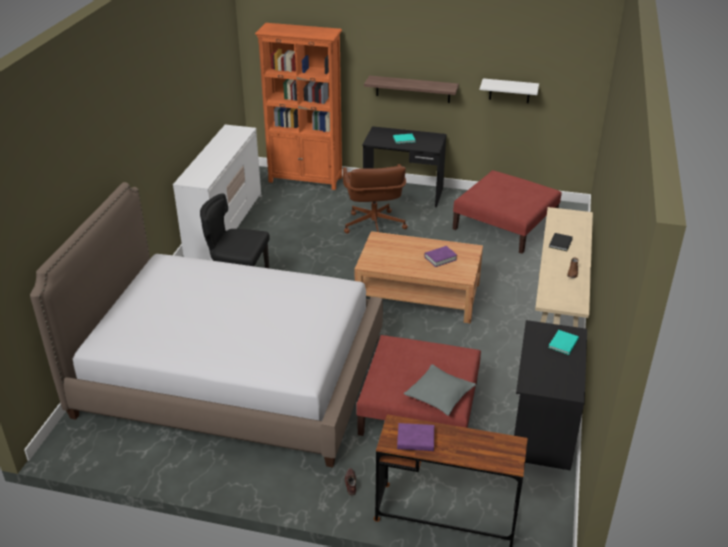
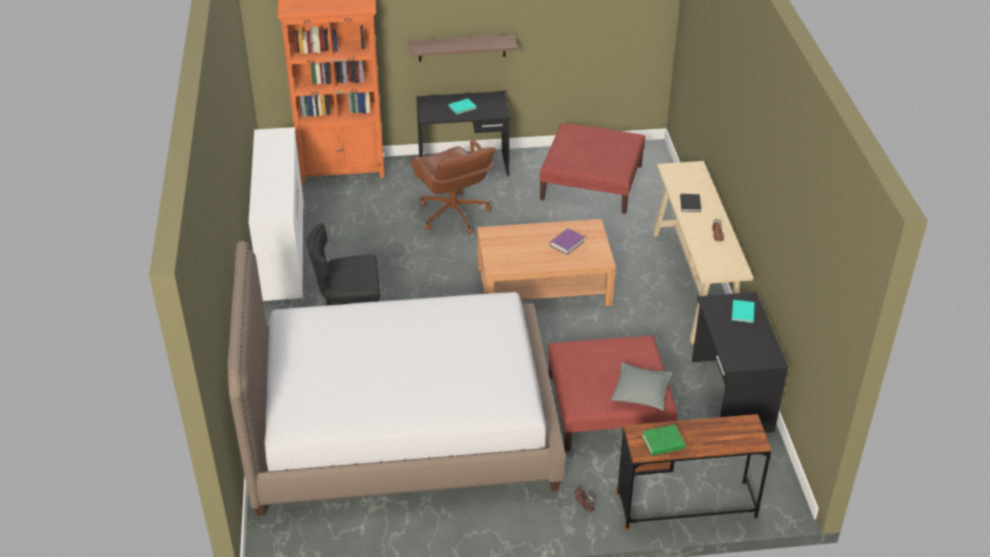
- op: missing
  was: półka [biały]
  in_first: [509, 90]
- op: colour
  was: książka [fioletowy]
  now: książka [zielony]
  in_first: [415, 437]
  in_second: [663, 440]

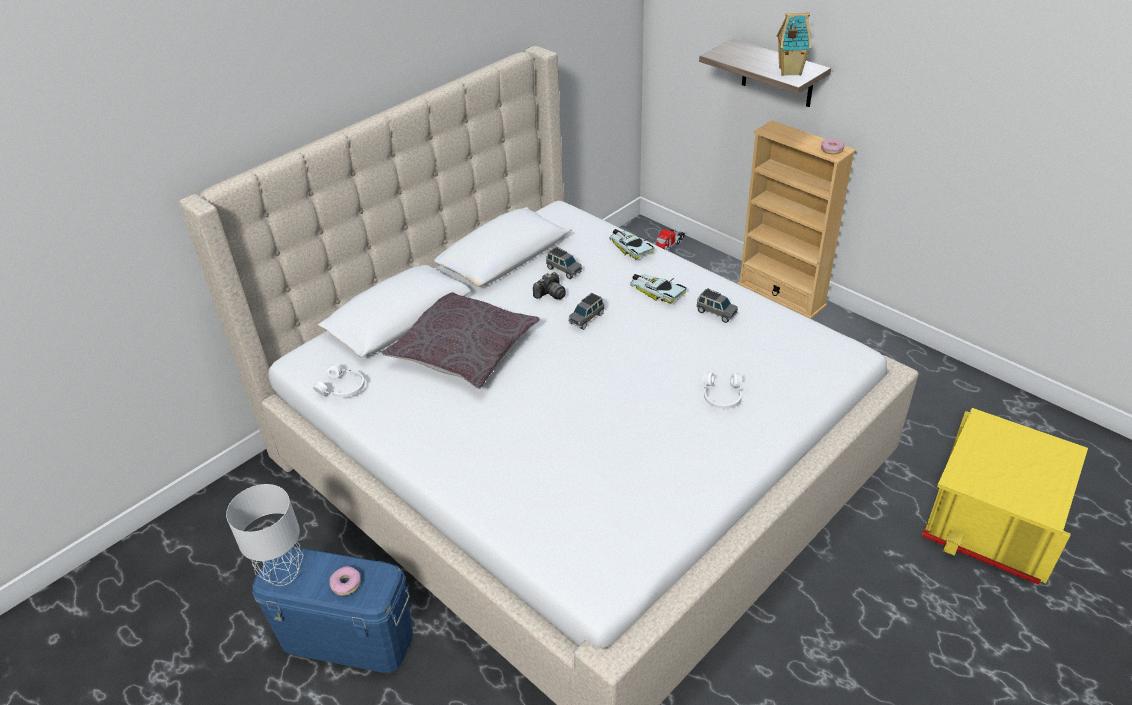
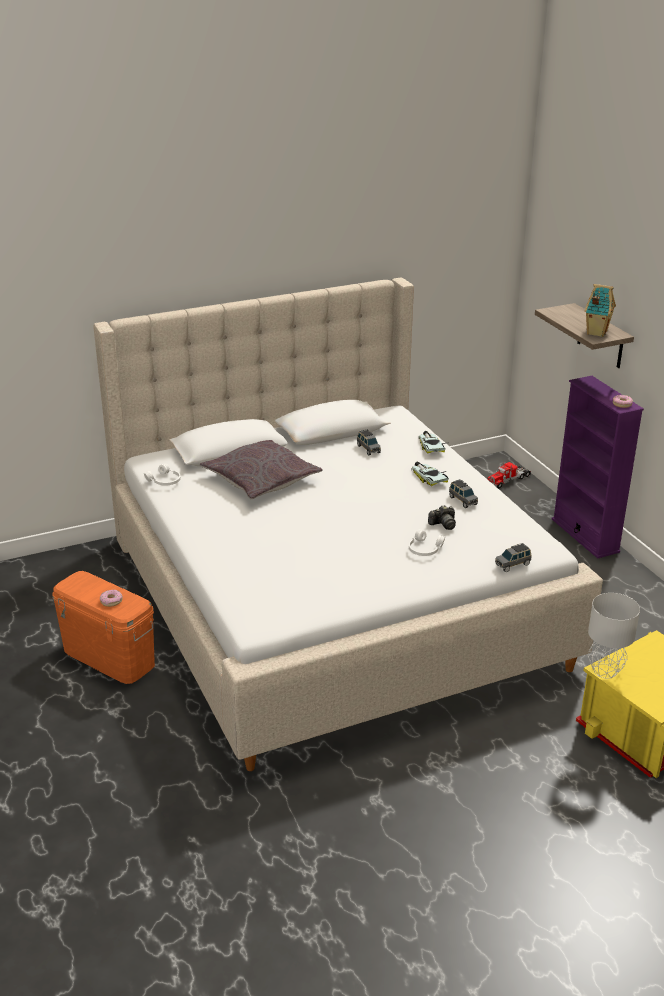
- op: relocated
  was: lampa stołowa [szary]
  in_first: [264, 535]
  in_second: [613, 636]
- op: relocated
  was: aparat fotograficzny
  in_first: [549, 286]
  in_second: [442, 517]
- op: relocated
  was: samochodzik [szary]
  in_first: [587, 311]
  in_second: [513, 557]
- op: colour
  was: pojemnik do przechowywania [niebieski]
  now: pojemnik do przechowywania [pomarańczowy]
  in_first: [332, 610]
  in_second: [103, 627]
- op: colour
  was: regał [beżowy]
  now: regał [fioletowy]
  in_first: [796, 219]
  in_second: [598, 467]

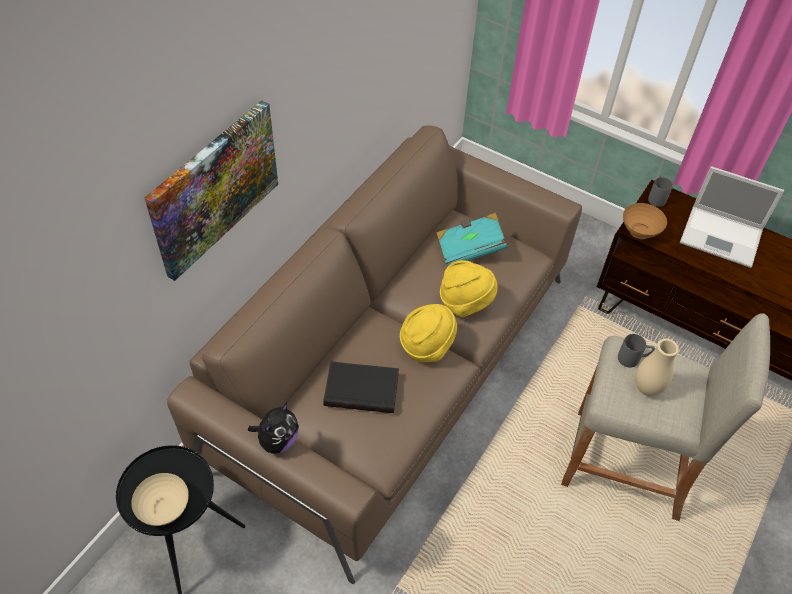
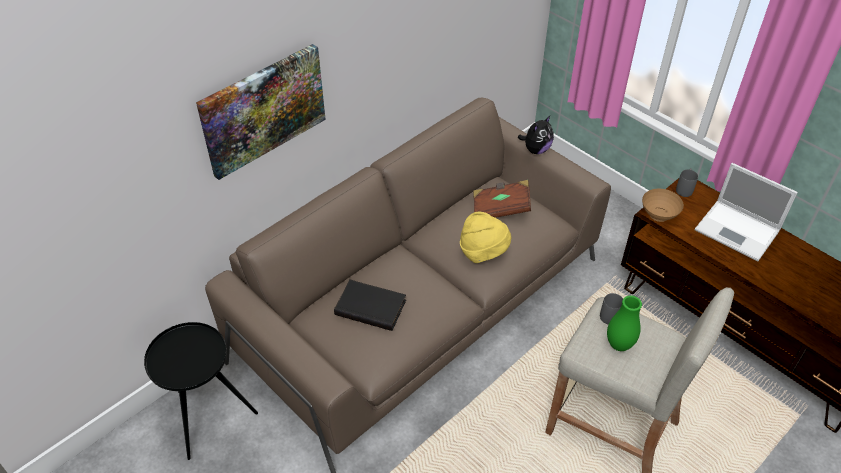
- op: missing
  was: miska [beżowy]
  in_first: [160, 499]
- op: missing
  was: kapelusz [żółty]
  in_first: [428, 333]
- op: relocated
  was: pluszak
  in_first: [273, 428]
  in_second: [536, 135]
- op: colour
  was: książka [turkusowy]
  now: książka [brązowy]
  in_first: [472, 240]
  in_second: [502, 199]
- op: colour
  was: wazon [beżowy]
  now: wazon [zielony]
  in_first: [657, 367]
  in_second: [624, 323]

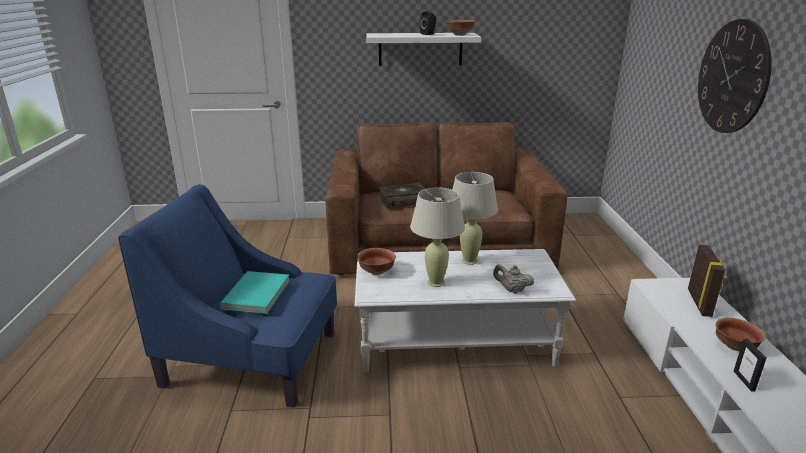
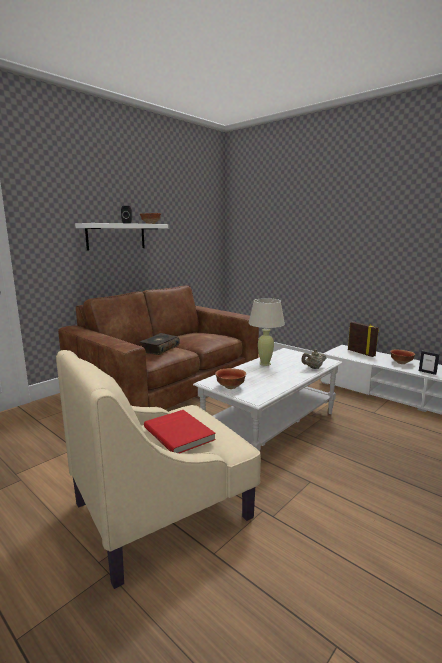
- op: missing
  was: lampa stołowa [beżowy]
  in_first: [437, 237]
- op: missing
  was: zegar ścienny
  in_first: [735, 76]
- op: colour
  was: fotel [niebieski]
  now: fotel [beżowy]
  in_first: [227, 296]
  in_second: [158, 469]
- op: colour
  was: książka [turkusowy]
  now: książka [czerwony]
  in_first: [255, 292]
  in_second: [180, 431]

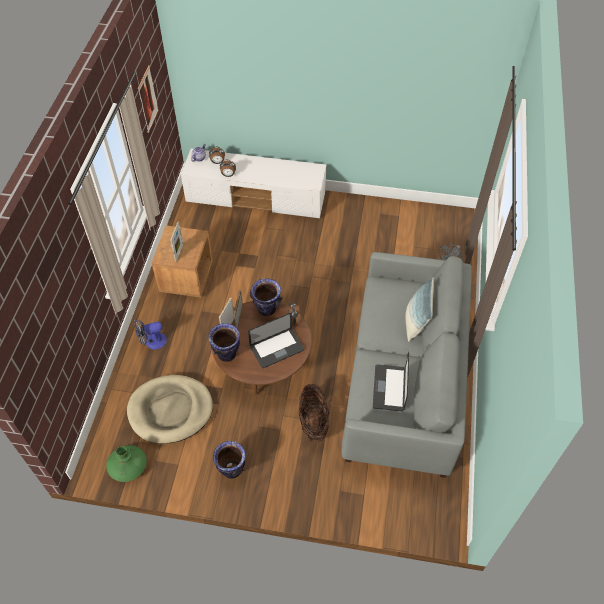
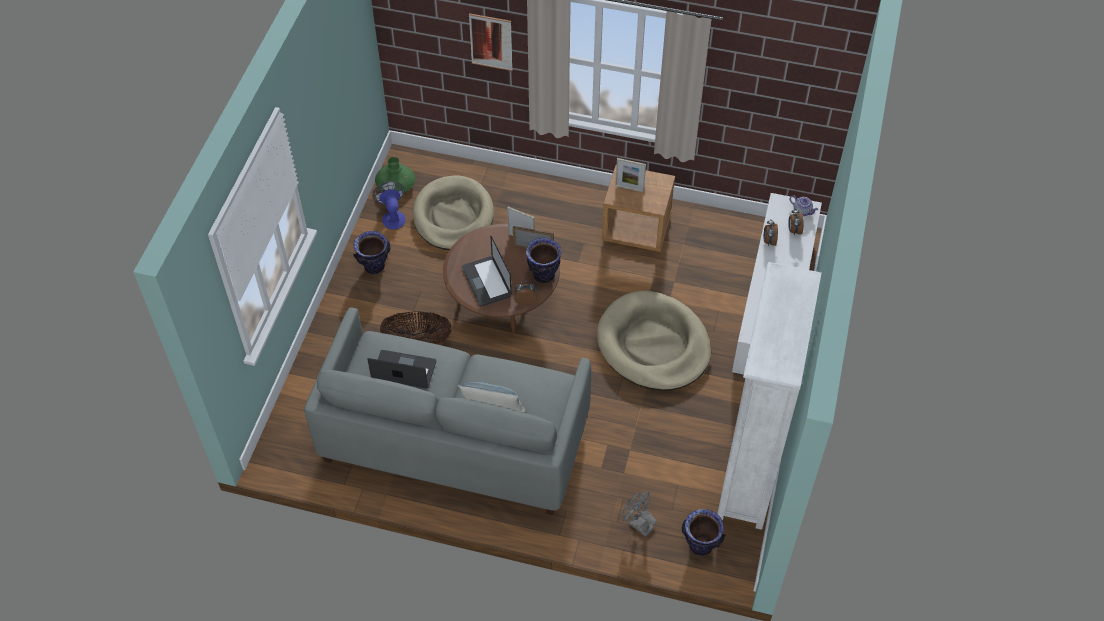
- op: appeared
  now: legowisko [beżowy]
  in_second: [654, 341]
- op: appeared
  now: regał [biały]
  in_second: [769, 396]
- op: relocated
  was: wentylator
  in_first: [150, 334]
  in_second: [389, 205]
- op: relocated
  was: obraz
  in_first: [148, 99]
  in_second: [491, 42]
- op: relocated
  was: wazon
  in_first: [224, 342]
  in_second: [704, 532]

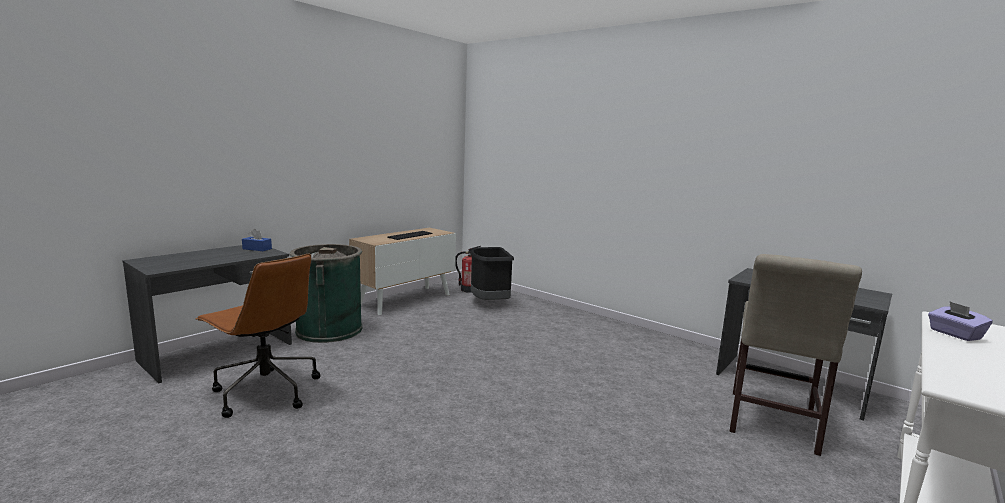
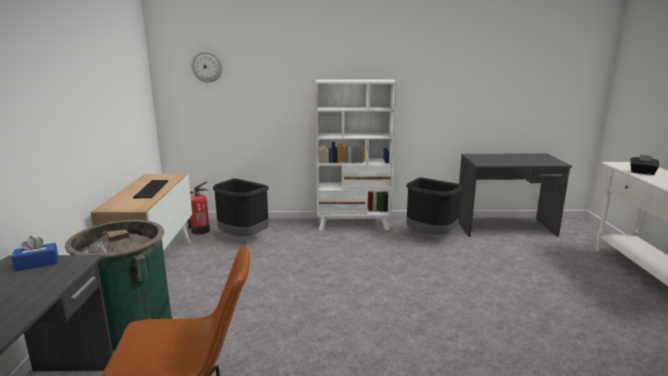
- op: missing
  was: krzesło [beżowy]
  in_first: [796, 355]
- op: appeared
  now: zegar ścienny
  in_second: [206, 67]
- op: appeared
  now: regał [biały]
  in_second: [356, 155]
- op: appeared
  now: kosz na śmieci [czarny]
  in_second: [434, 206]
- op: colour
  was: pudełko chusteczek [fioletowy]
  now: pudełko chusteczek [czarny]
  in_first: [960, 321]
  in_second: [644, 164]

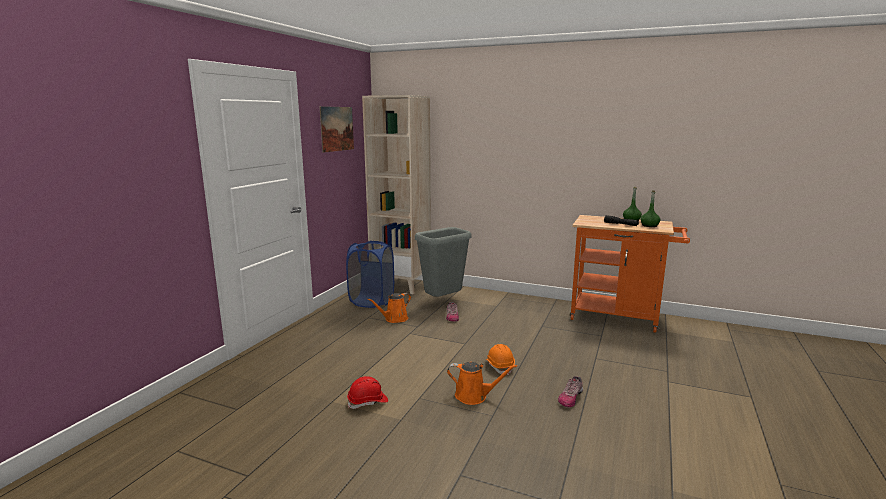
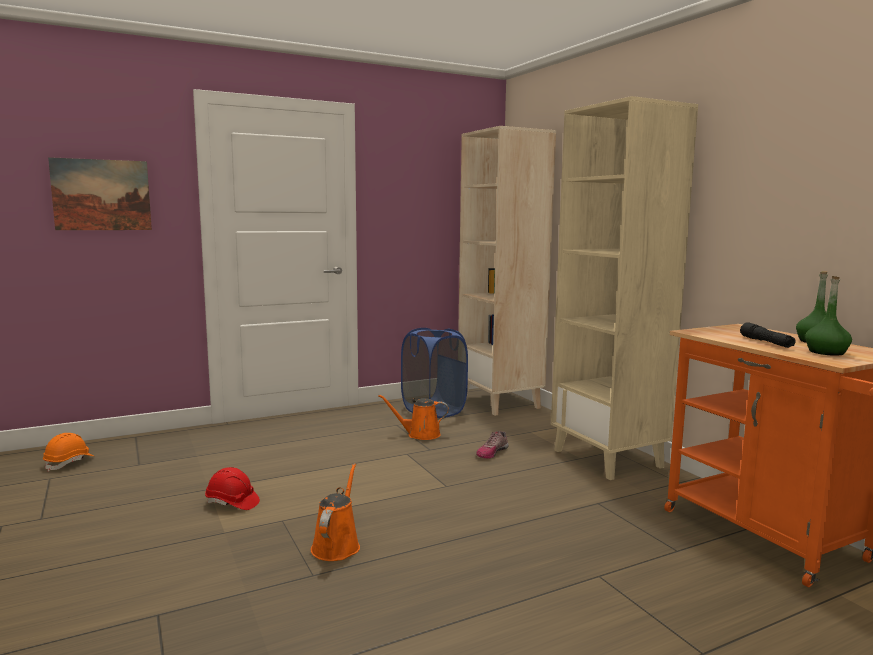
- op: missing
  was: kosz na śmieci [szary]
  in_first: [443, 262]
- op: missing
  was: but
  in_first: [570, 392]
- op: appeared
  now: regał [beżowy]
  in_second: [624, 288]
- op: relocated
  was: obraz
  in_first: [336, 129]
  in_second: [100, 193]
- op: relocated
  was: kask [pomarańczowy]
  in_first: [500, 359]
  in_second: [68, 452]
- op: spun
  was: konewka [pomarańczowy]
  in_first: [482, 383]
  in_second: [335, 512]
  clockwise: -135

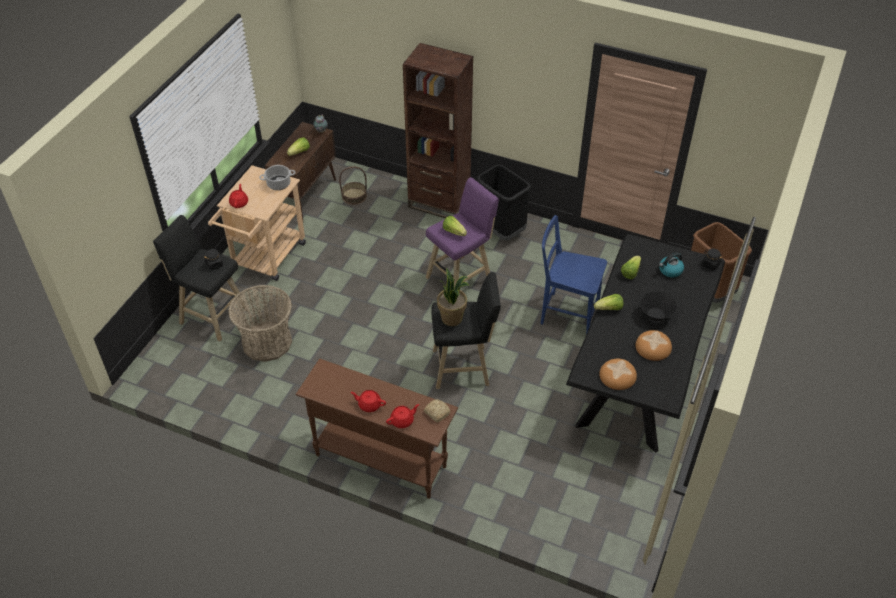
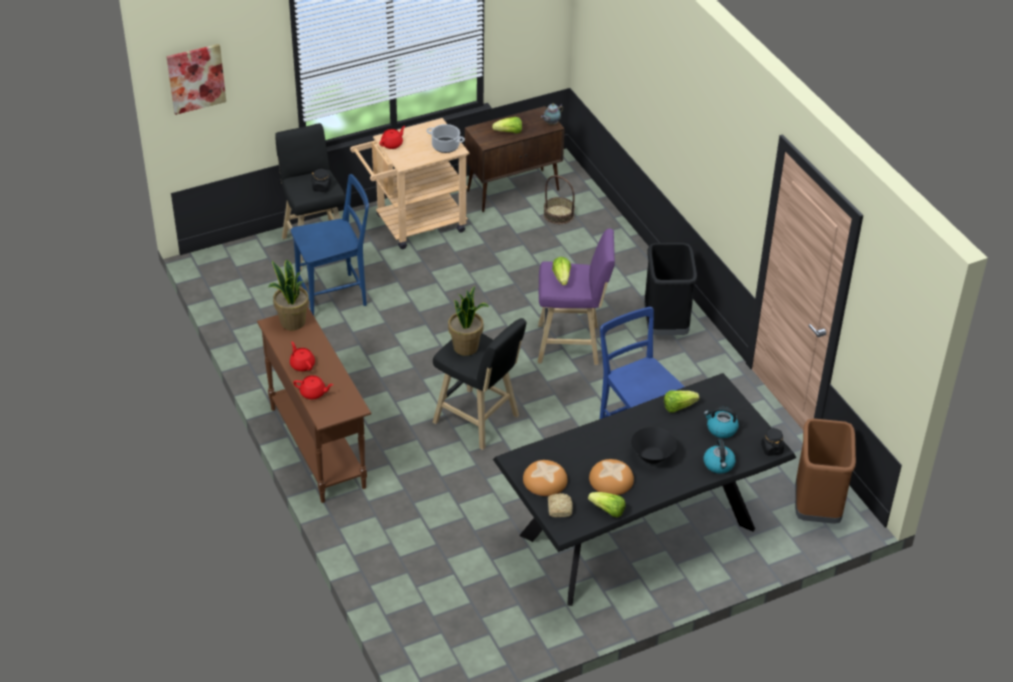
- op: missing
  was: regał [brązowy]
  in_first: [438, 130]
- op: appeared
  now: obraz
  in_second: [196, 79]
- op: appeared
  now: roślina doniczkowa
  in_second: [288, 295]
- op: appeared
  now: czajnik
  in_second: [720, 456]
- op: relocated
  was: chleb
  in_first: [437, 410]
  in_second: [560, 505]
- op: relocated
  was: sałata
  in_first: [608, 302]
  in_second: [607, 504]
- op: exchanged
  was: koszyk
  now: krzesło [niebieski]
  in_first: [260, 323]
  in_second: [330, 245]

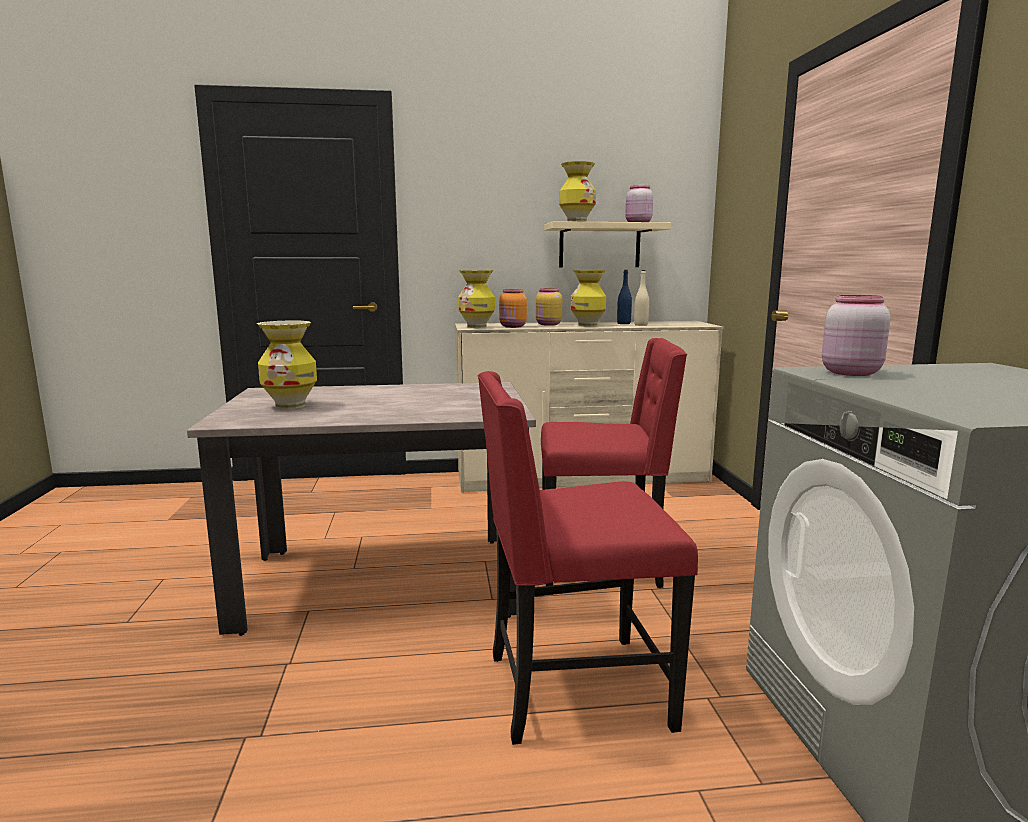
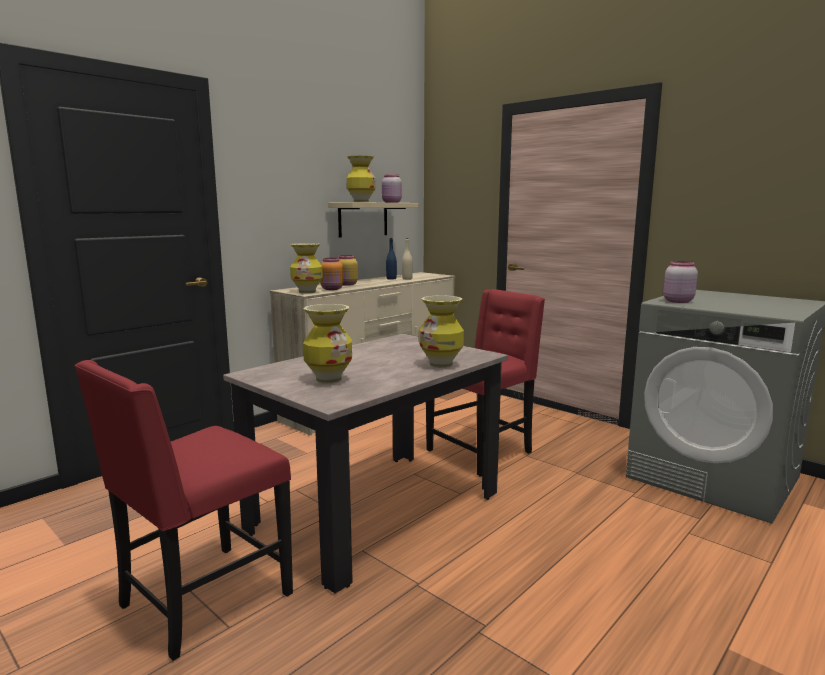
- op: relocated
  was: krzesło [czerwony]
  in_first: [587, 558]
  in_second: [183, 510]
- op: relocated
  was: wazon
  in_first: [588, 298]
  in_second: [441, 332]

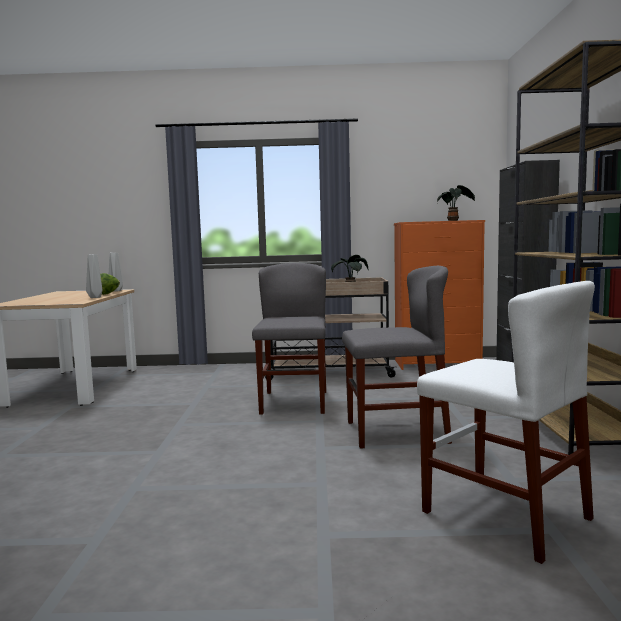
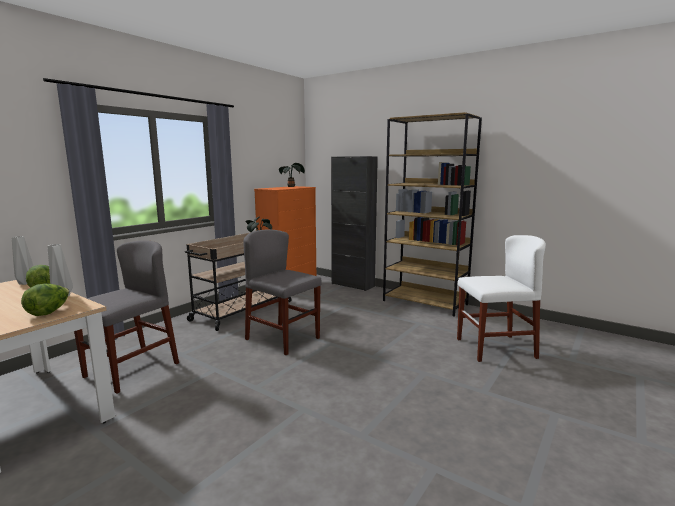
- op: appeared
  now: sałata
  in_second: [45, 300]
- op: relocated
  was: krzesło [szary]
  in_first: [397, 357]
  in_second: [126, 317]

